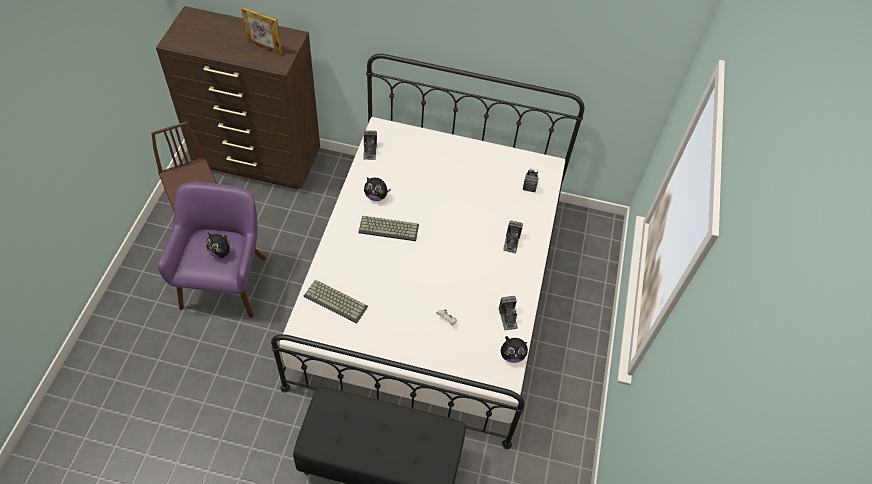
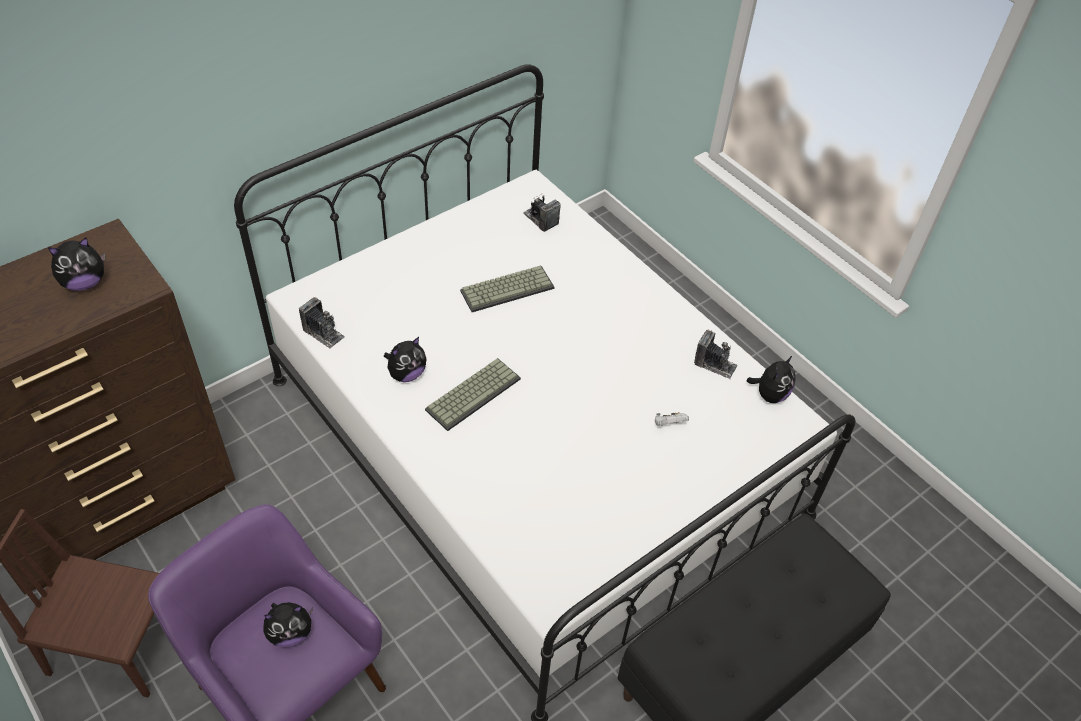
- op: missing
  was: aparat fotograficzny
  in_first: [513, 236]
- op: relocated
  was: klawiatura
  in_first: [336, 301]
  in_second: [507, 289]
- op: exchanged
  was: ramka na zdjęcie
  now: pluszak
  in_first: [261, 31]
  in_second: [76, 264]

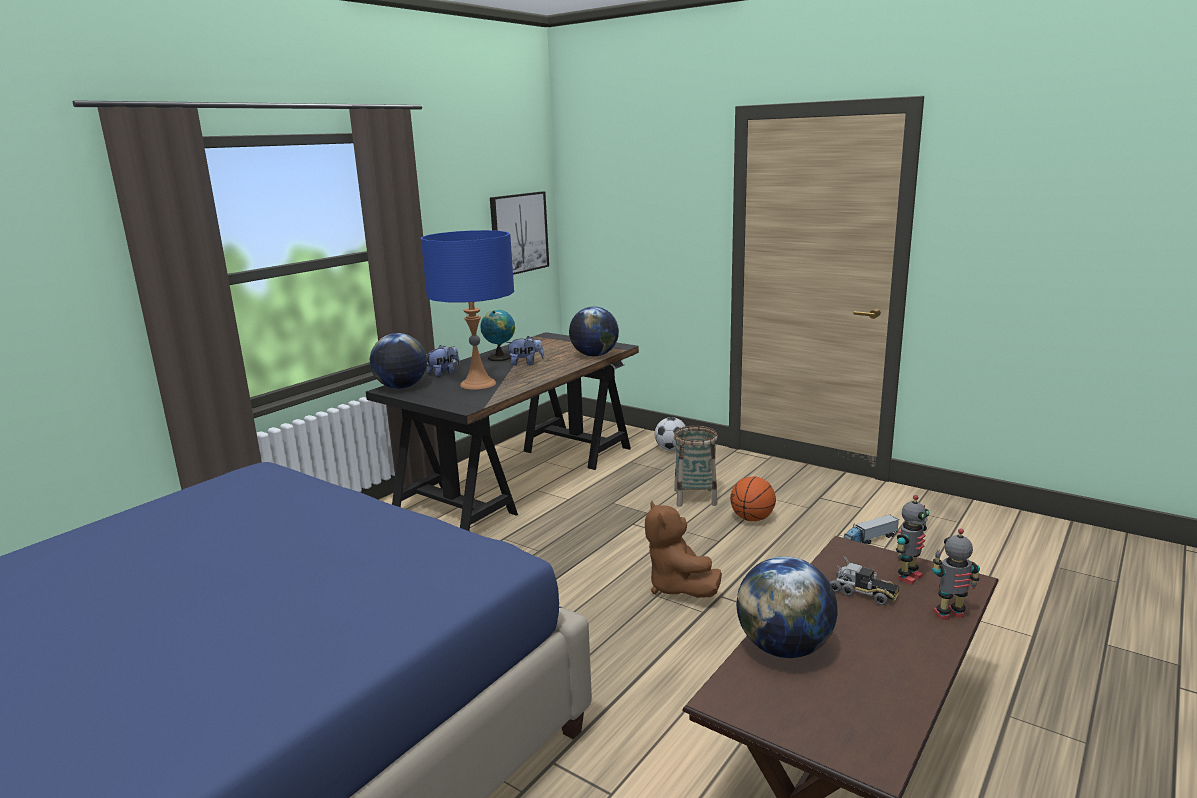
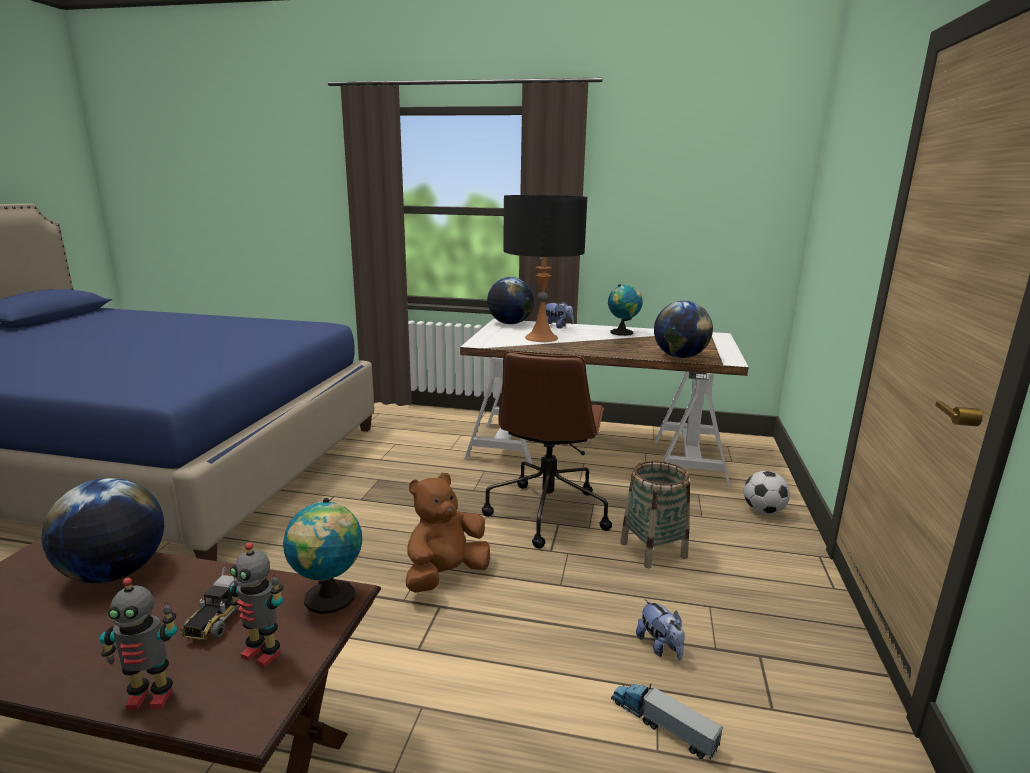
- op: missing
  was: obraz
  in_first: [519, 233]
- op: missing
  was: piłka do koszykówki
  in_first: [753, 499]
- op: appeared
  now: globus
  in_second: [322, 556]
- op: appeared
  now: krzesło biurowe [brązowy]
  in_second: [547, 450]
- op: relocated
  was: pluszak
  in_first: [525, 350]
  in_second: [660, 629]
- op: colour
  was: biurko [czarny]
  now: biurko [biały]
  in_first: [502, 431]
  in_second: [604, 403]
- op: colour
  was: lampa stołowa [niebieski]
  now: lampa stołowa [czarny]
  in_first: [467, 309]
  in_second: [545, 268]
- op: spun
  was: robot zabawkowy
  in_first: [956, 574]
  in_second: [138, 644]
  clockwise: 120

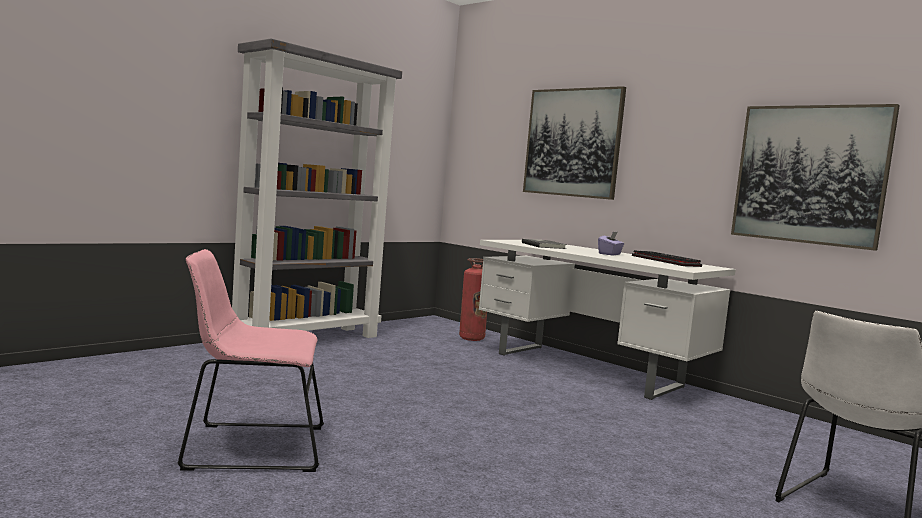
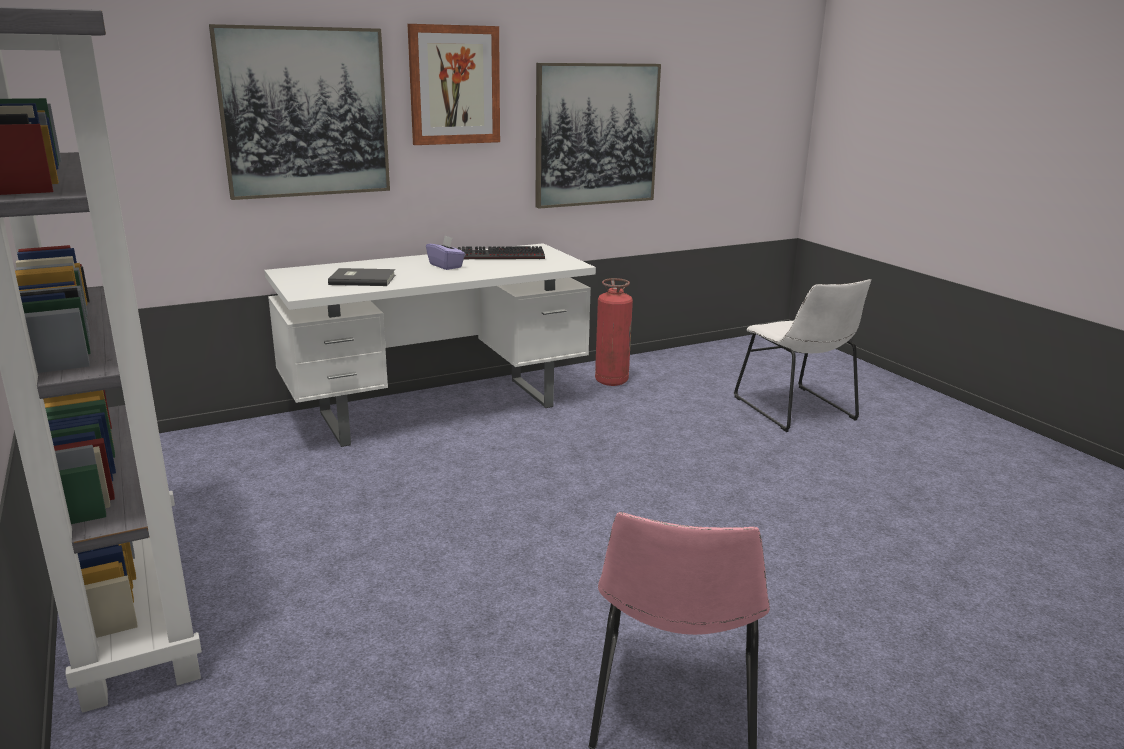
- op: appeared
  now: obraz
  in_second: [453, 84]
- op: relocated
  was: gaśnica
  in_first: [473, 299]
  in_second: [614, 332]

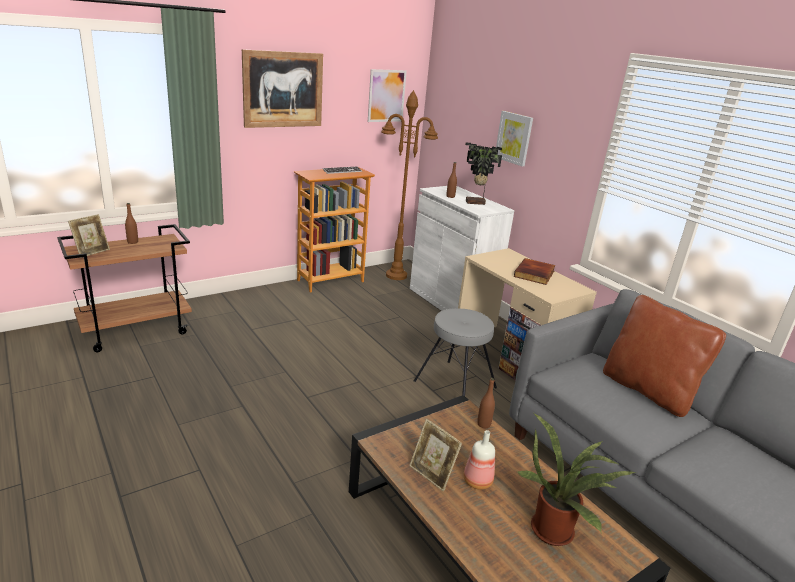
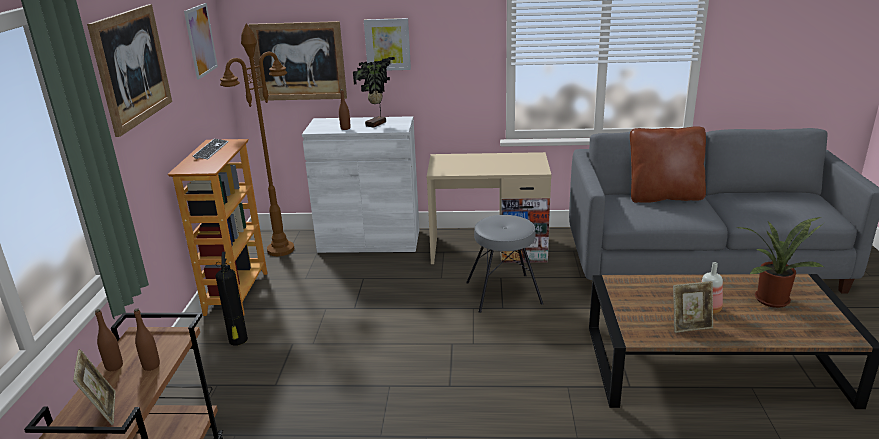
- op: missing
  was: książka
  in_first: [534, 271]
- op: appeared
  now: gaśnica
  in_second: [232, 299]
- op: appeared
  now: obraz
  in_second: [298, 61]
- op: relocated
  was: butelka [brązowy]
  in_first: [486, 403]
  in_second: [147, 340]

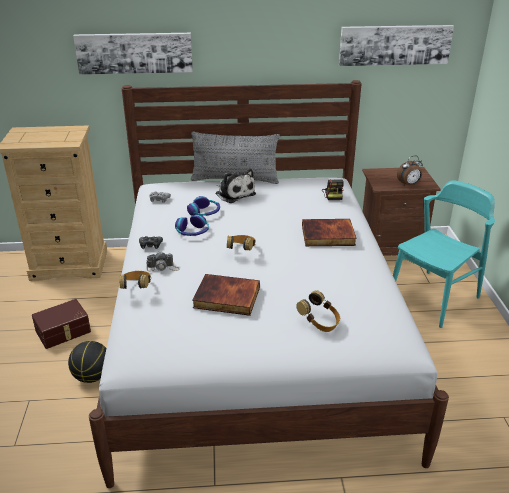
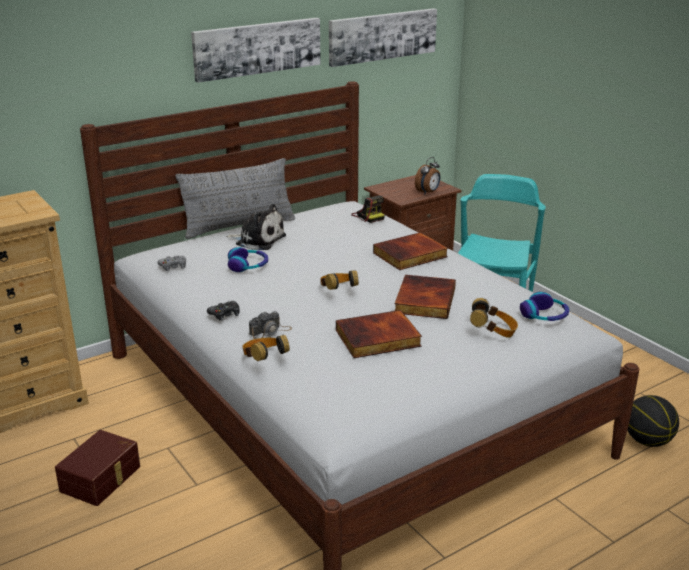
- op: appeared
  now: książka
  in_second: [425, 297]
- op: relocated
  was: piłka do koszykówki
  in_first: [87, 362]
  in_second: [653, 421]
- op: relocated
  was: obraz
  in_first: [133, 54]
  in_second: [256, 50]
- op: relocated
  was: słuchawki
  in_first: [192, 225]
  in_second: [544, 306]

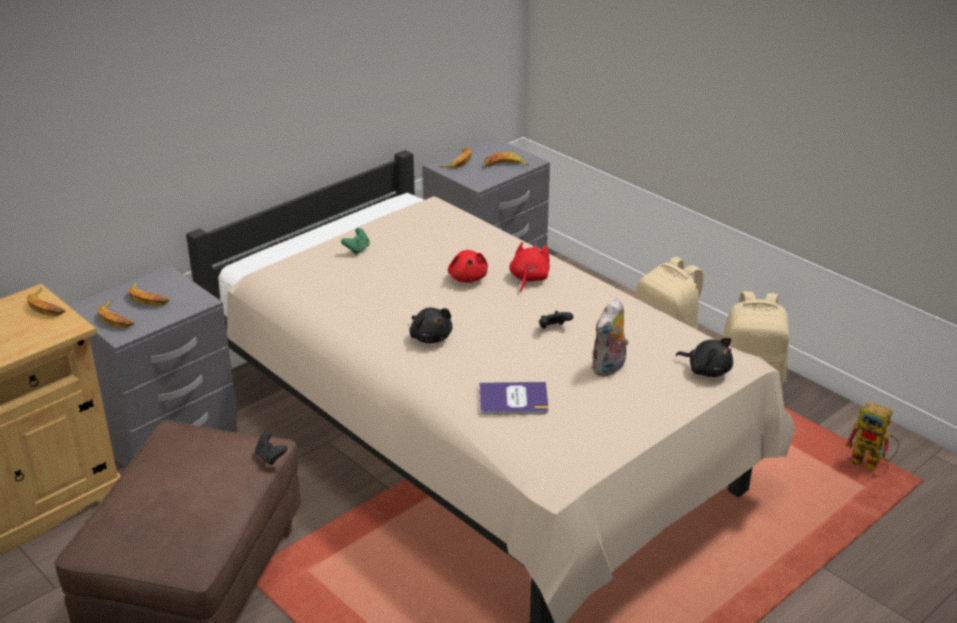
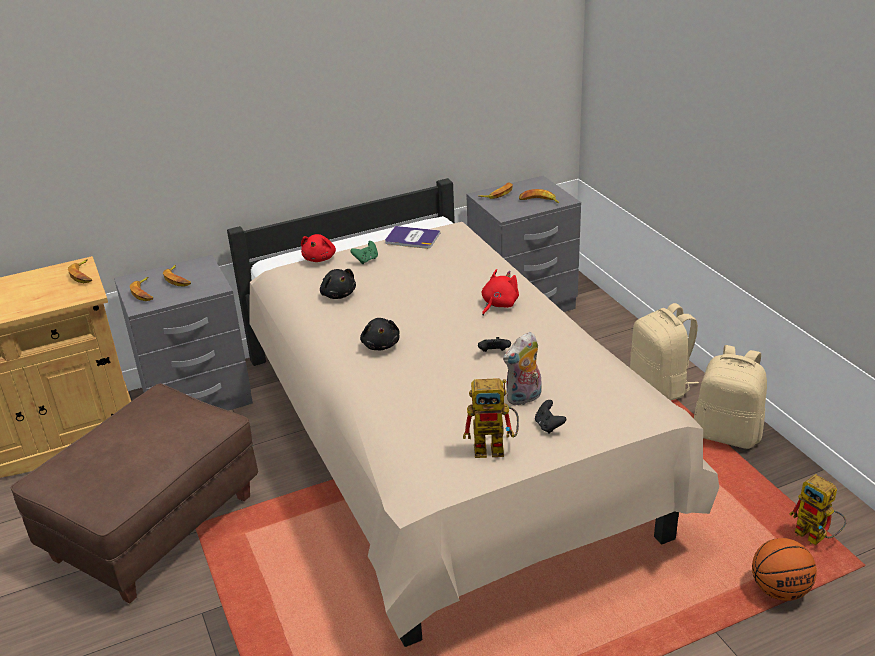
- op: appeared
  now: robot zabawkowy
  in_second: [491, 418]
- op: appeared
  now: piłka do koszykówki
  in_second: [784, 569]
- op: relocated
  was: pad do gier [czarny]
  in_first: [271, 448]
  in_second: [550, 417]
- op: relocated
  was: pluszak [czerwony]
  in_first: [468, 266]
  in_second: [318, 248]
- op: relocated
  was: książka
  in_first: [514, 398]
  in_second: [412, 237]
- op: relocated
  was: pluszak [czarny]
  in_first: [704, 357]
  in_second: [338, 284]

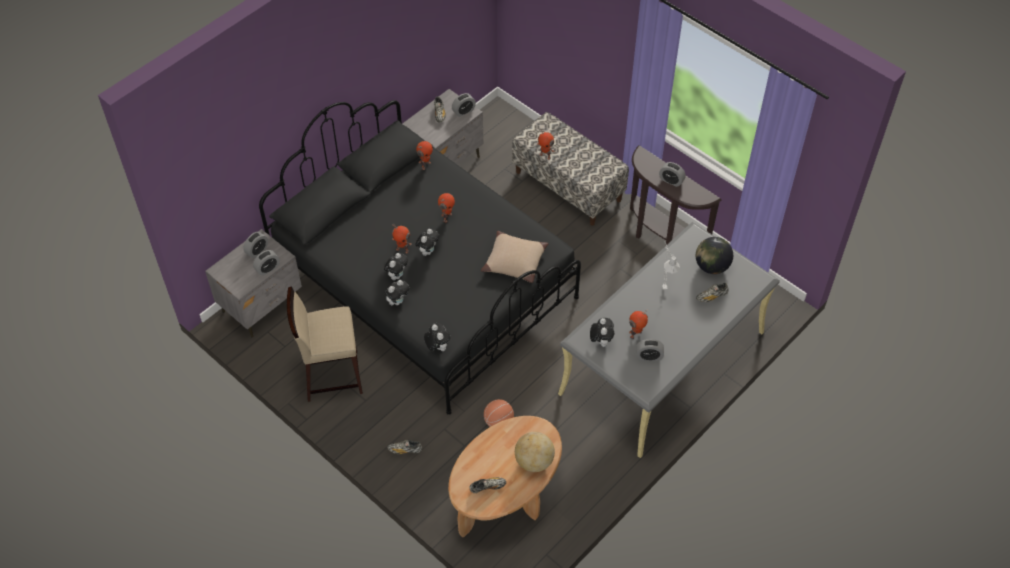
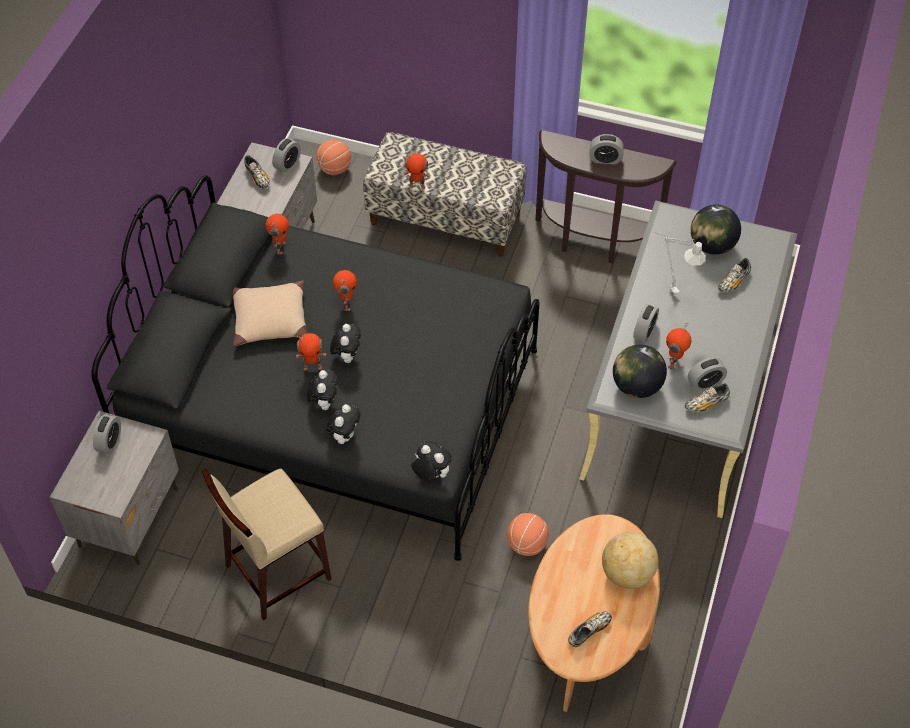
- op: appeared
  now: piłka do koszykówki
  in_second: [333, 157]
- op: relocated
  was: budzik
  in_first: [266, 263]
  in_second: [646, 323]
- op: relocated
  was: but
  in_first: [404, 447]
  in_second: [707, 397]
- op: relocated
  was: poduszka [beżowy]
  in_first: [515, 257]
  in_second: [270, 313]
- op: exchanged
  was: pluszak
  now: globus
  in_first: [602, 332]
  in_second: [640, 371]

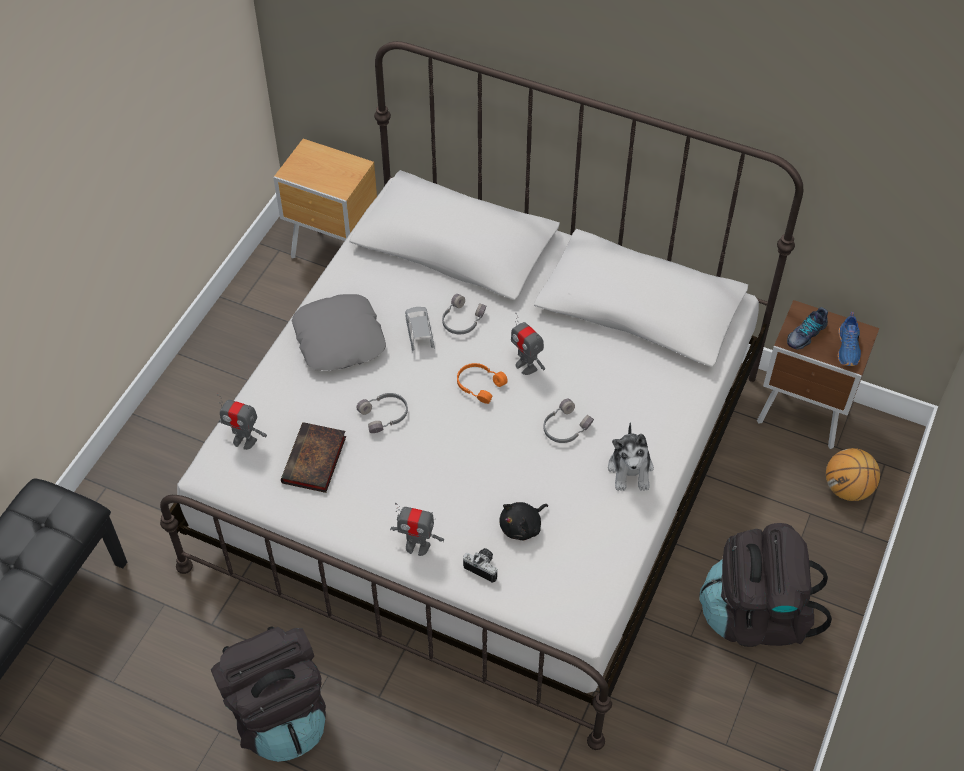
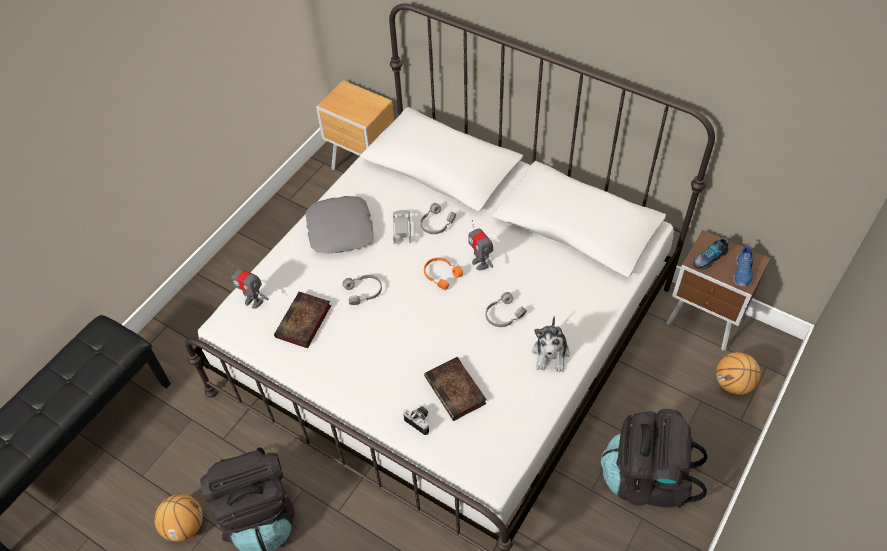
- op: missing
  was: robot zabawkowy
  in_first: [417, 529]
- op: appeared
  now: piłka do koszykówki
  in_second: [179, 518]
- op: exchanged
  was: pluszak [czarny]
  now: książka
  in_first: [523, 521]
  in_second: [455, 389]

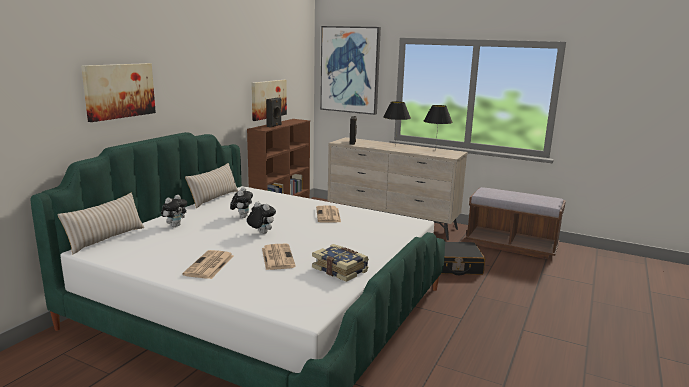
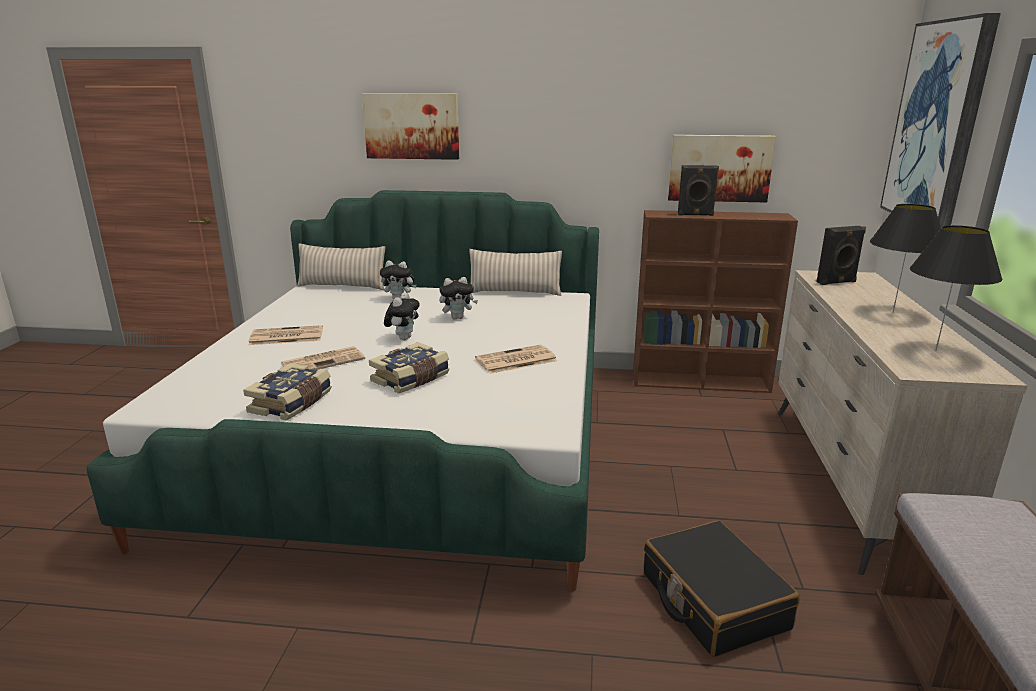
- op: appeared
  now: książka
  in_second: [409, 368]

